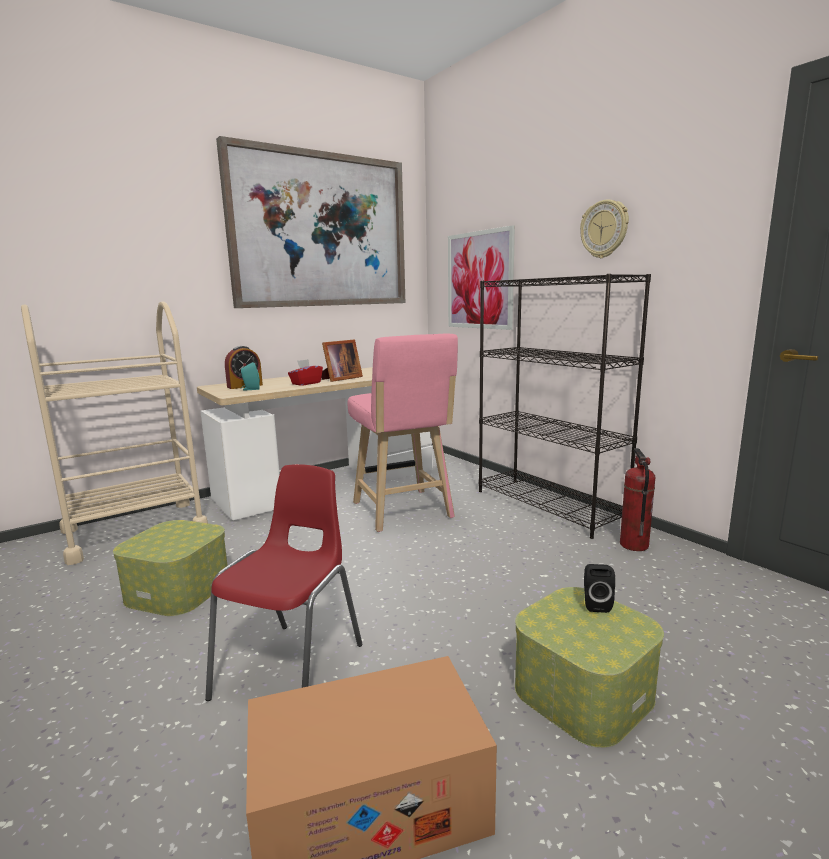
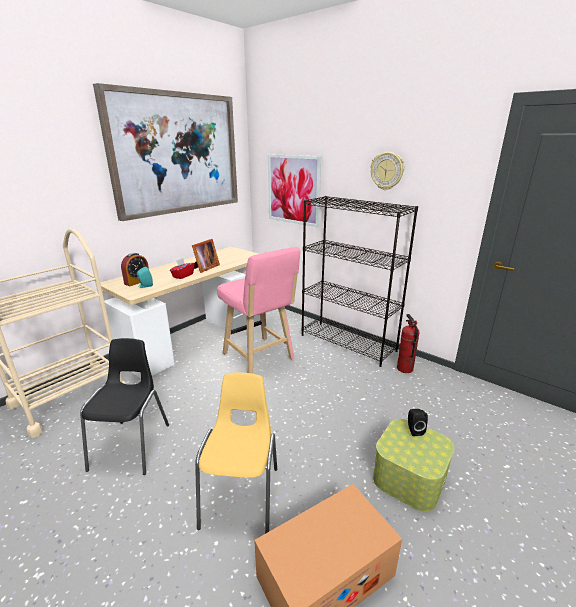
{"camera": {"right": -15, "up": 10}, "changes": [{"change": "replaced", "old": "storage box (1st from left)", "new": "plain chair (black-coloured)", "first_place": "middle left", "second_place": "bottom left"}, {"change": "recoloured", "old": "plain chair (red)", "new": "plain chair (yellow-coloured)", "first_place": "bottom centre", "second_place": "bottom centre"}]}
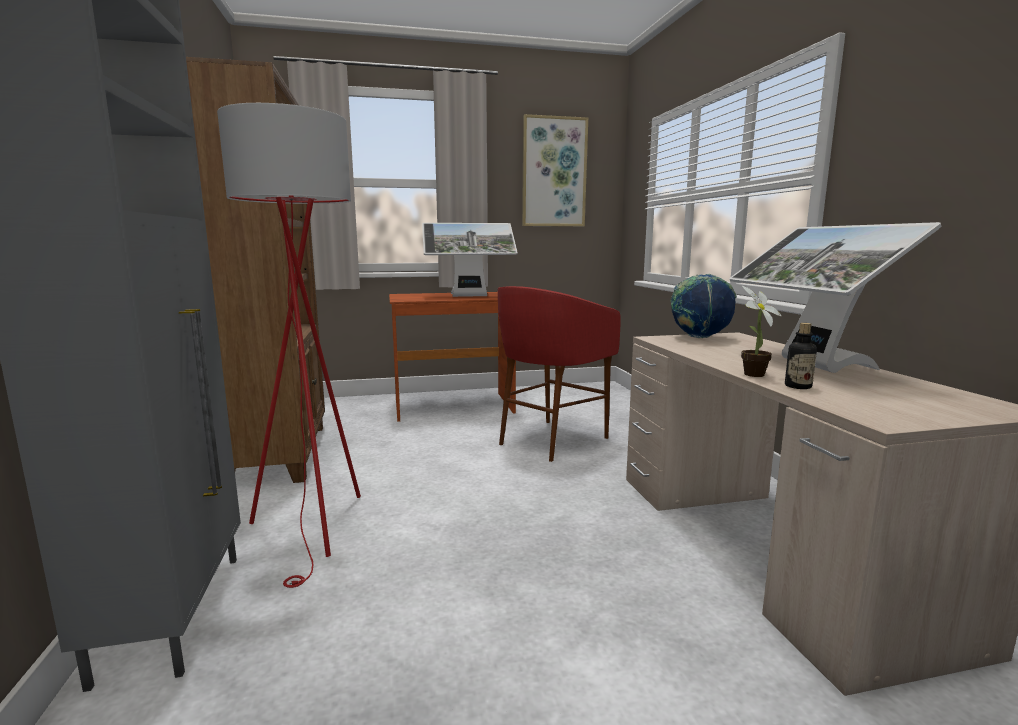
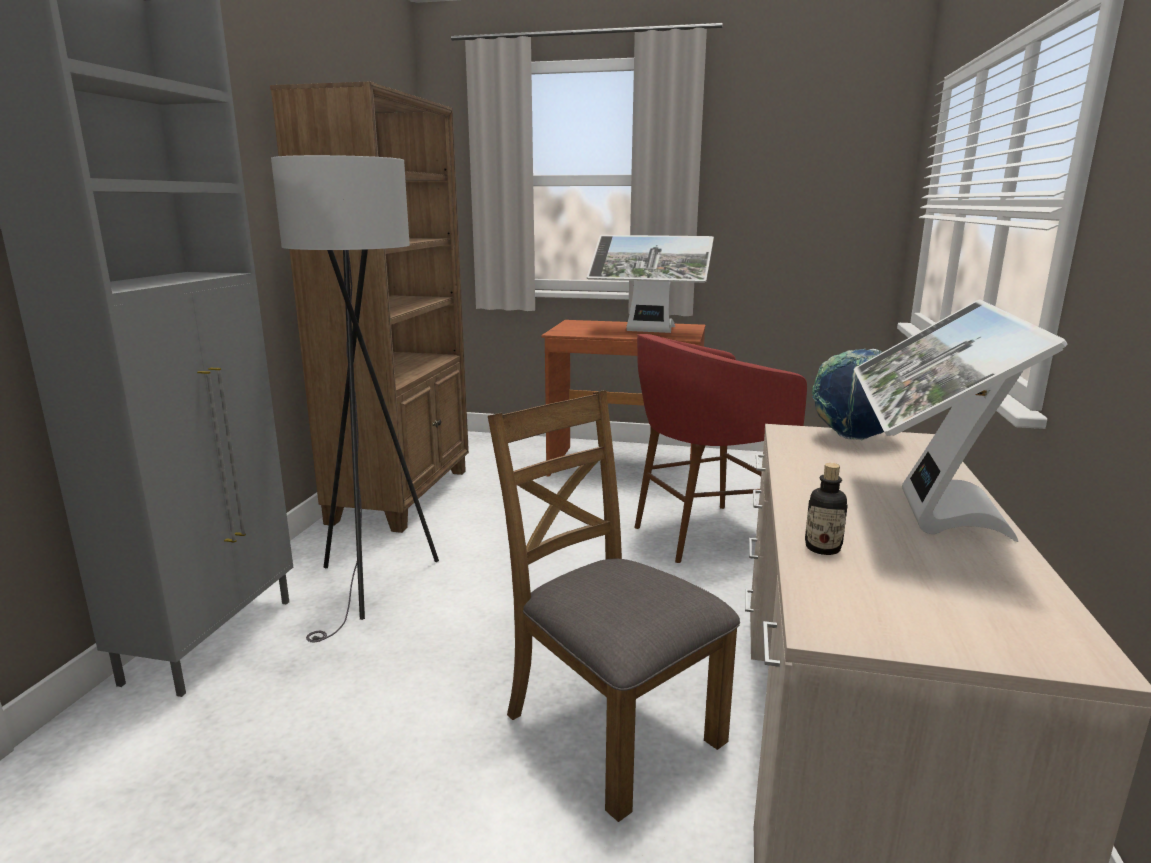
{"camera": {"right": 25, "up": 5}, "changes": [{"change": "recoloured", "old": "standing lamp (red)", "new": "standing lamp (greyish)", "first_place": "middle left", "second_place": "middle left"}, {"change": "added", "new": "plain chair (brown)", "second_place": "bottom centre"}, {"change": "removed", "old": "picture", "first_place": "top centre"}, {"change": "removed", "old": "plant in a pot", "first_place": "middle right"}]}
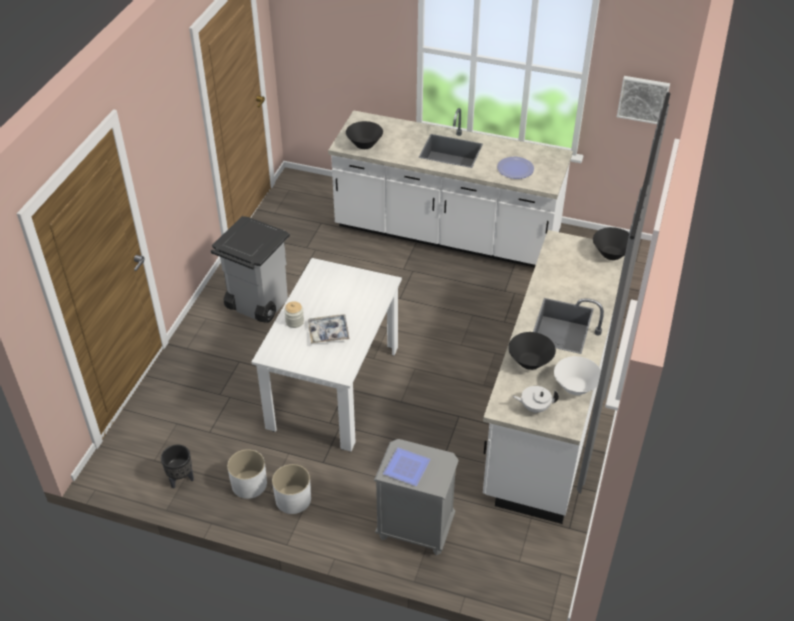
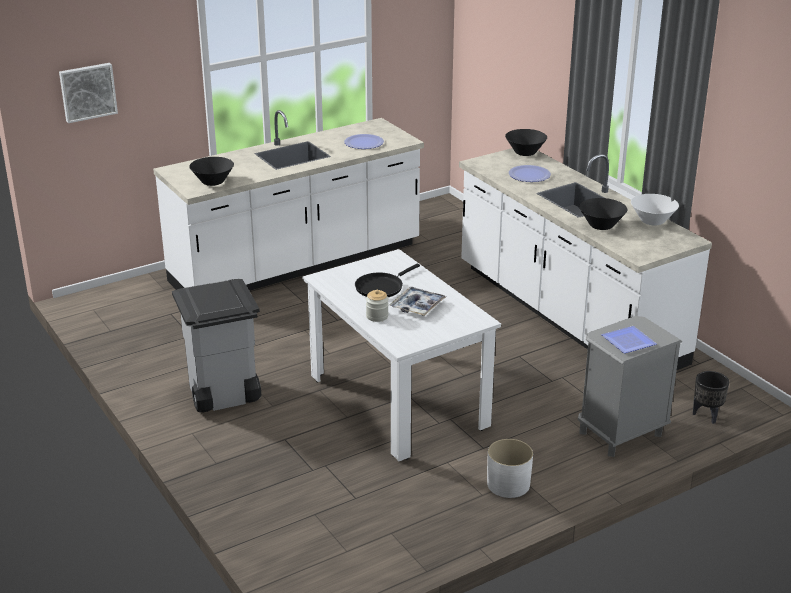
{"camera": {"right": -50, "up": -15}, "changes": [{"change": "moved", "old": "picture", "first_place": "top right", "second_place": "top left"}, {"change": "added", "new": "pan (black-coloured)", "second_place": "centre"}, {"change": "added", "new": "plate (2nd from left)", "second_place": "top right"}, {"change": "moved", "old": "flower pot (black-coloured)", "first_place": "bottom left", "second_place": "bottom right"}, {"change": "removed", "old": "flower pot (whitish) (1st from left)", "first_place": "bottom left"}, {"change": "removed", "old": "teapot (whitish)", "first_place": "middle right"}]}
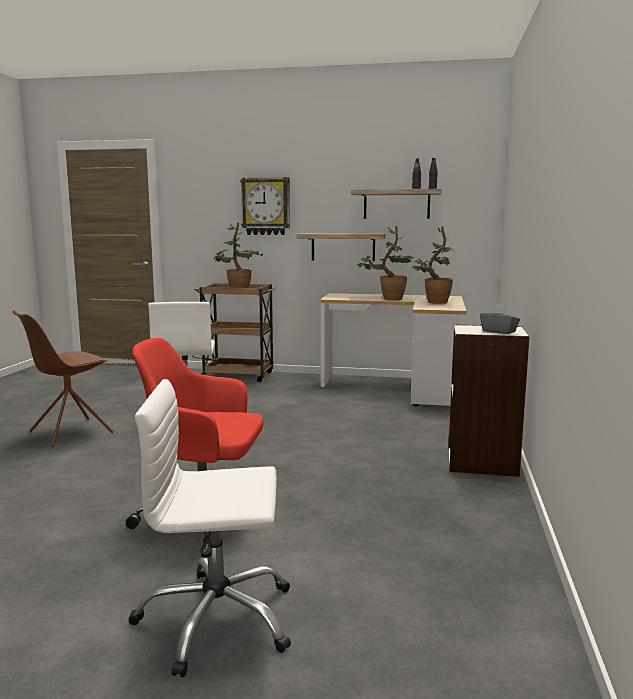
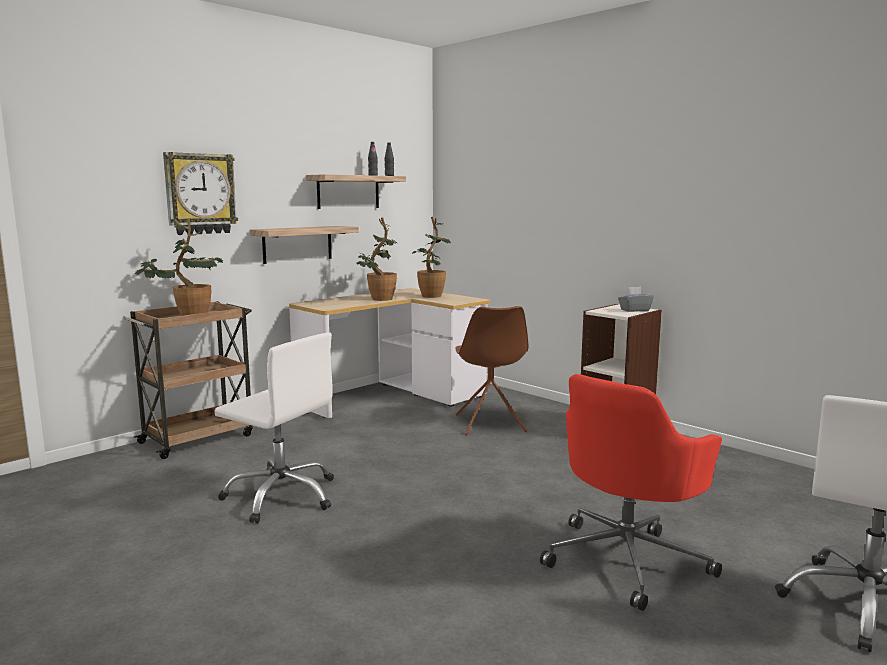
{"camera": {"right": -55, "up": 0}, "changes": [{"change": "moved", "old": "plain chair (brown)", "first_place": "middle left", "second_place": "centre"}]}
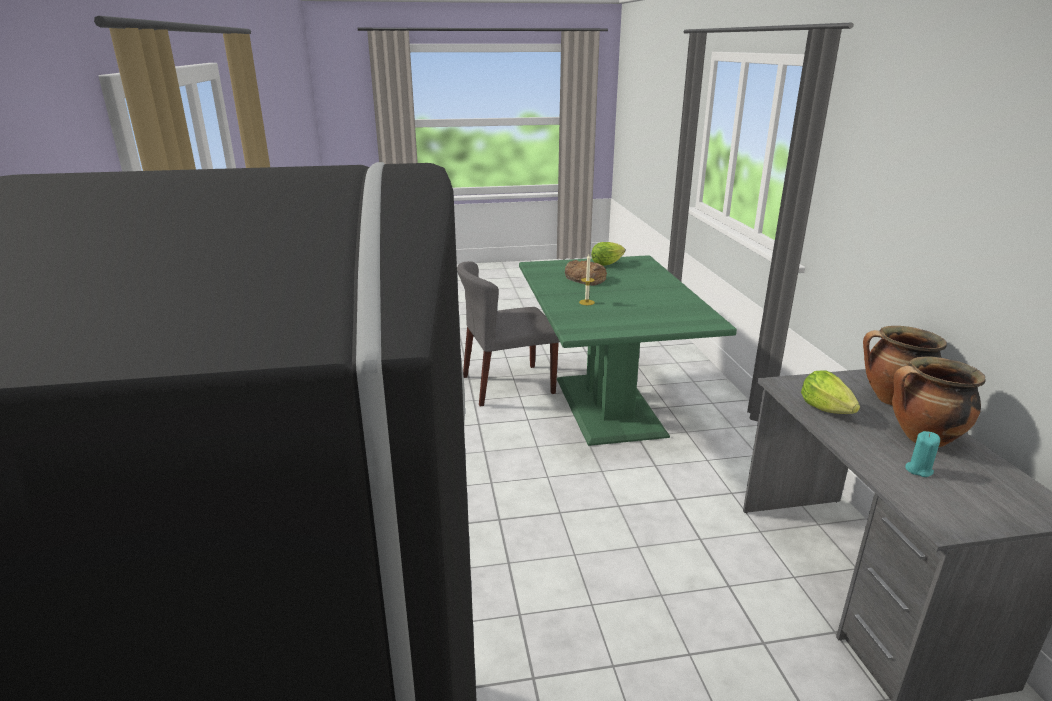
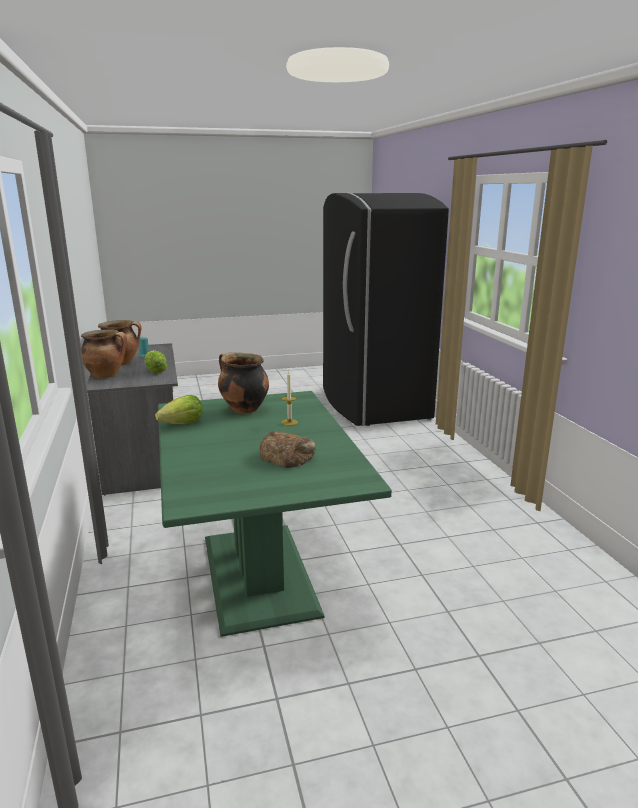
{"camera": {"right": 175, "up": -5}, "changes": [{"change": "moved", "old": "head of lettuce (1st from left in the first image)", "new": "head of lettuce (2nd from left)", "first_place": "centre", "second_place": "middle left"}, {"change": "added", "new": "cooking pot (3rd from left)", "second_place": "centre"}, {"change": "removed", "old": "plain chair (greyish)", "first_place": "centre"}]}
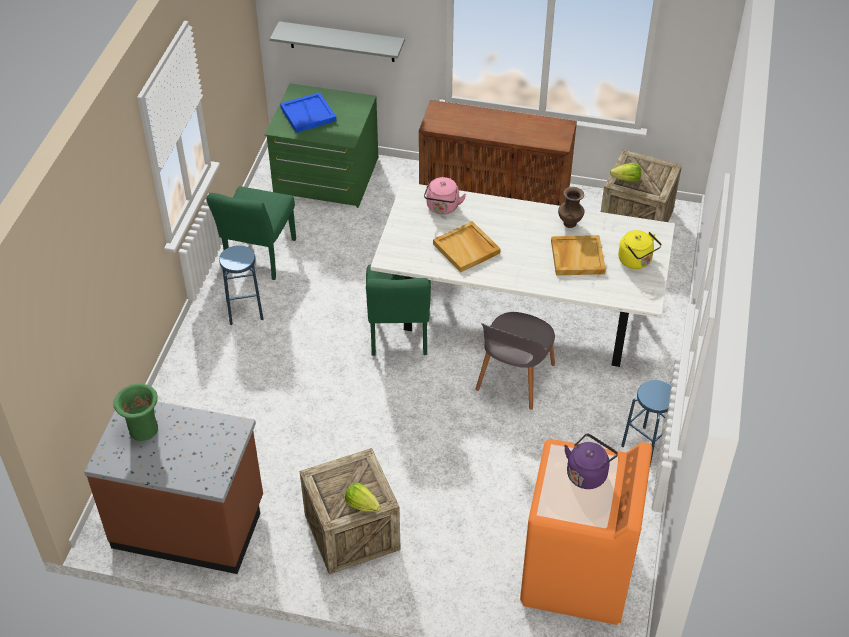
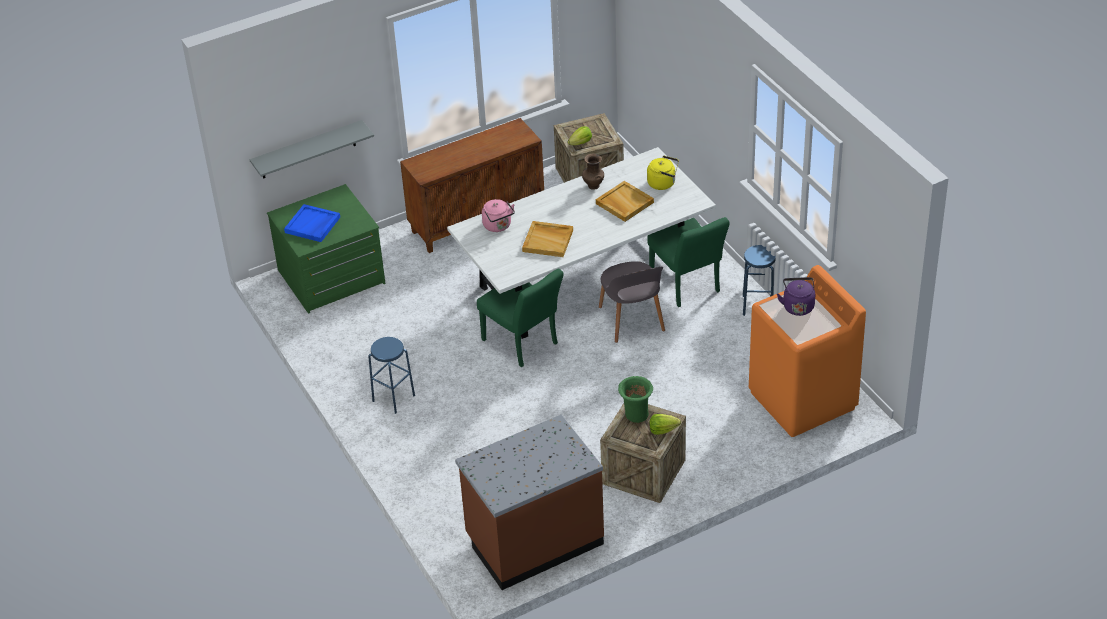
{"camera": {"right": -40, "up": -5}, "changes": [{"change": "moved", "old": "decorative vase (green-coloured)", "first_place": "middle left", "second_place": "centre"}, {"change": "moved", "old": "plain chair (green-coloured) (1st from left in the first image)", "new": "plain chair (green-coloured) (2nd from left)", "first_place": "middle left", "second_place": "centre"}]}
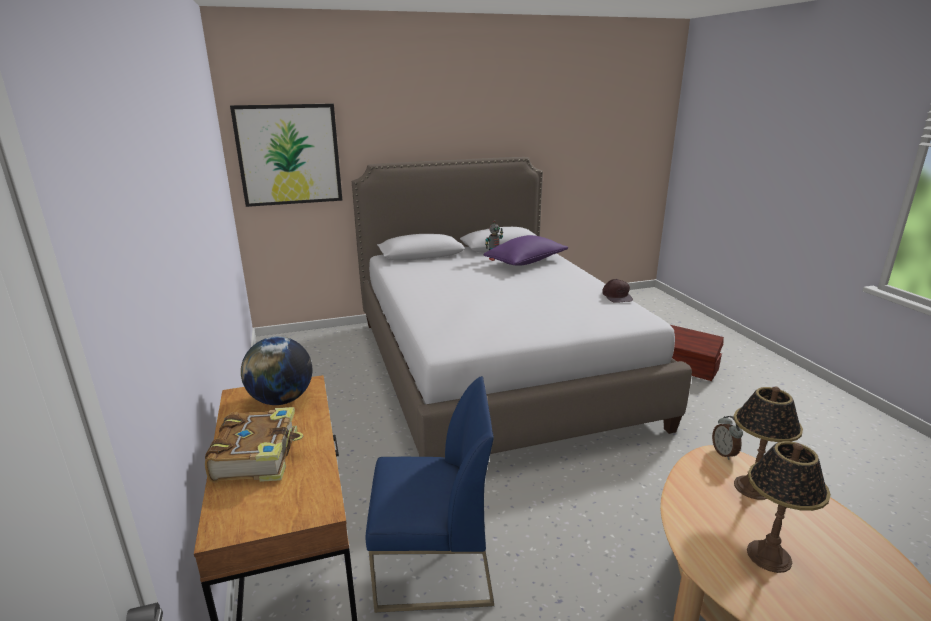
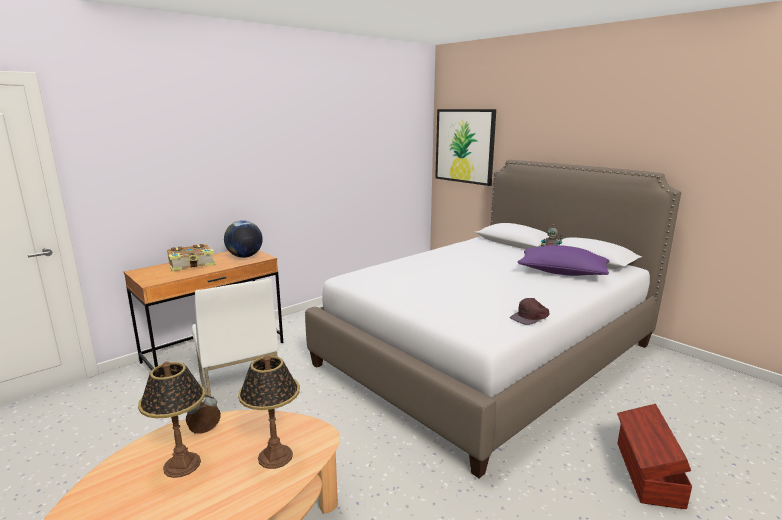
{"camera": {"right": 65, "up": -5}, "changes": [{"change": "moved", "old": "alarm clock", "first_place": "bottom right", "second_place": "bottom left"}, {"change": "recoloured", "old": "plain chair (bluish)", "new": "plain chair (whitish)", "first_place": "bottom centre", "second_place": "middle left"}]}
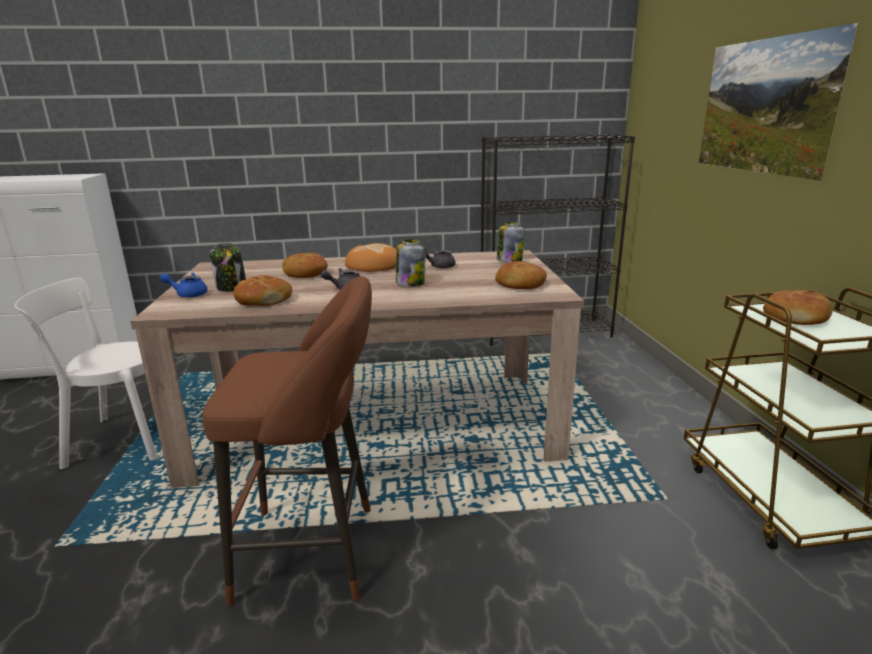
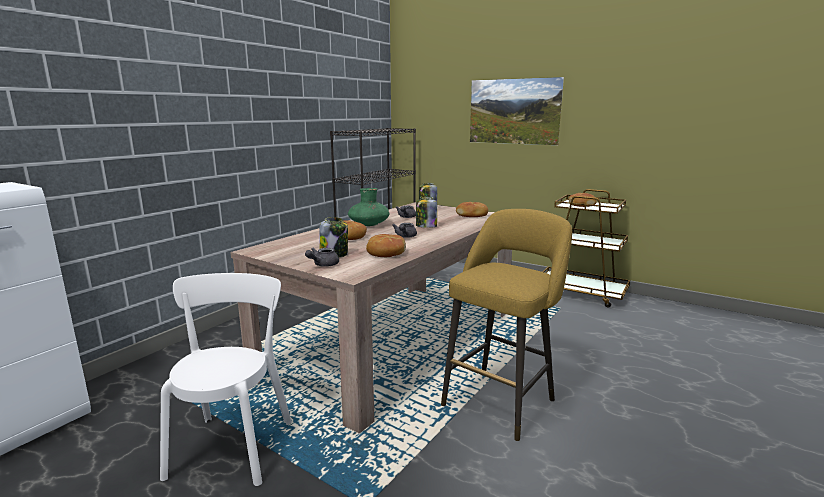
{"camera": {"right": -50, "up": -5}, "changes": [{"change": "turned", "old": "plain chair (whitish)", "first_place": "middle left", "second_place": "bottom left", "degrees": 150}, {"change": "recoloured", "old": "teapot (bluish)", "new": "teapot (greyish) (1st from left)", "first_place": "middle left", "second_place": "centre"}, {"change": "replaced", "old": "bakery bread (3rd from left)", "new": "decorative vase (green-coloured)", "first_place": "centre", "second_place": "centre"}, {"change": "recoloured", "old": "stool (brown)", "new": "stool (yellow-coloured)", "first_place": "bottom left", "second_place": "centre"}]}
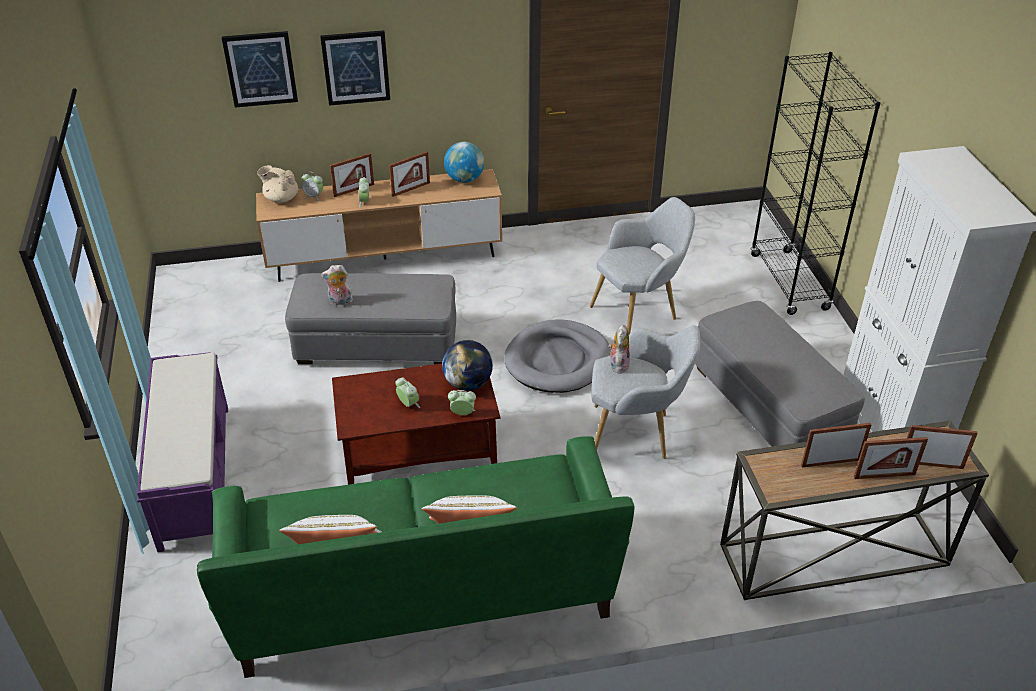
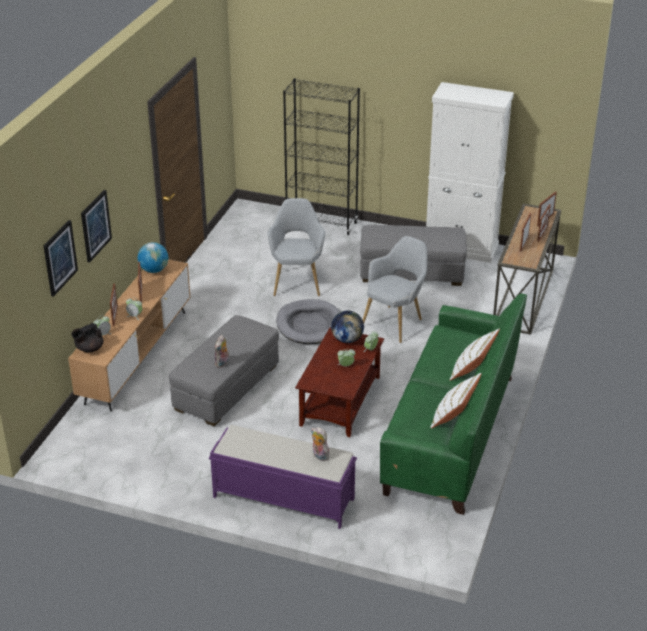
{"camera": {"right": -60, "up": -5}, "changes": [{"change": "recoloured", "old": "teapot (beige)", "new": "teapot (black-coloured)", "first_place": "top left", "second_place": "middle left"}, {"change": "moved", "old": "soft toy (2nd from left)", "first_place": "centre", "second_place": "bottom centre"}]}
